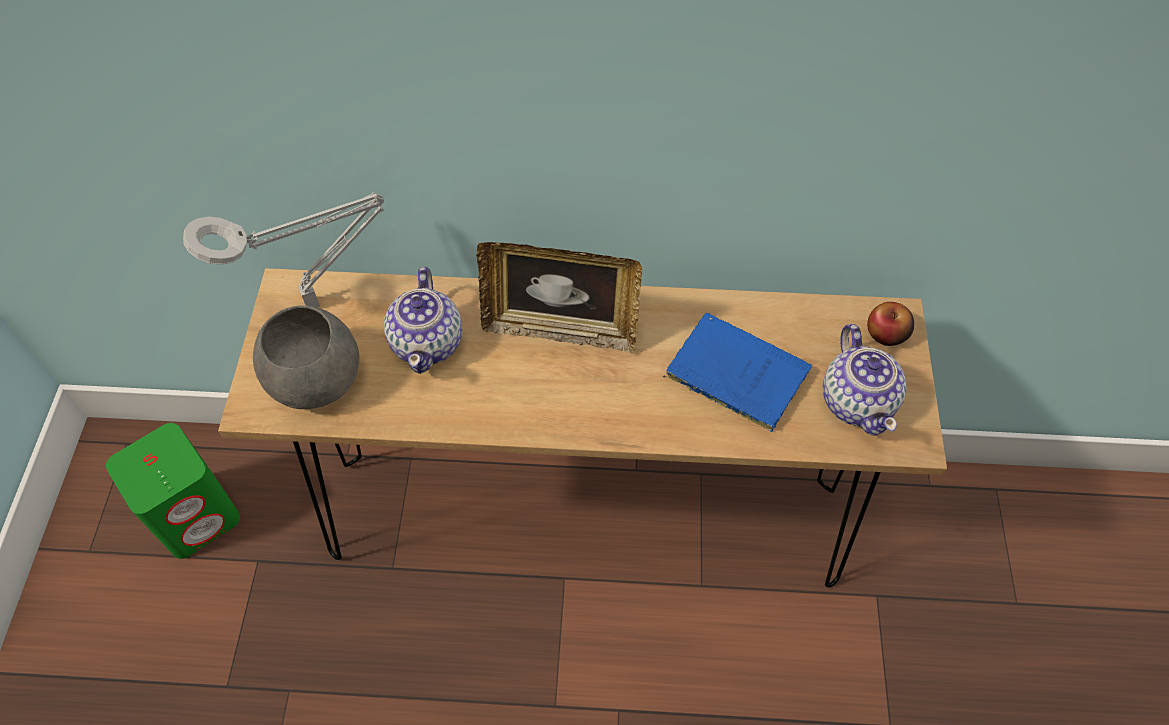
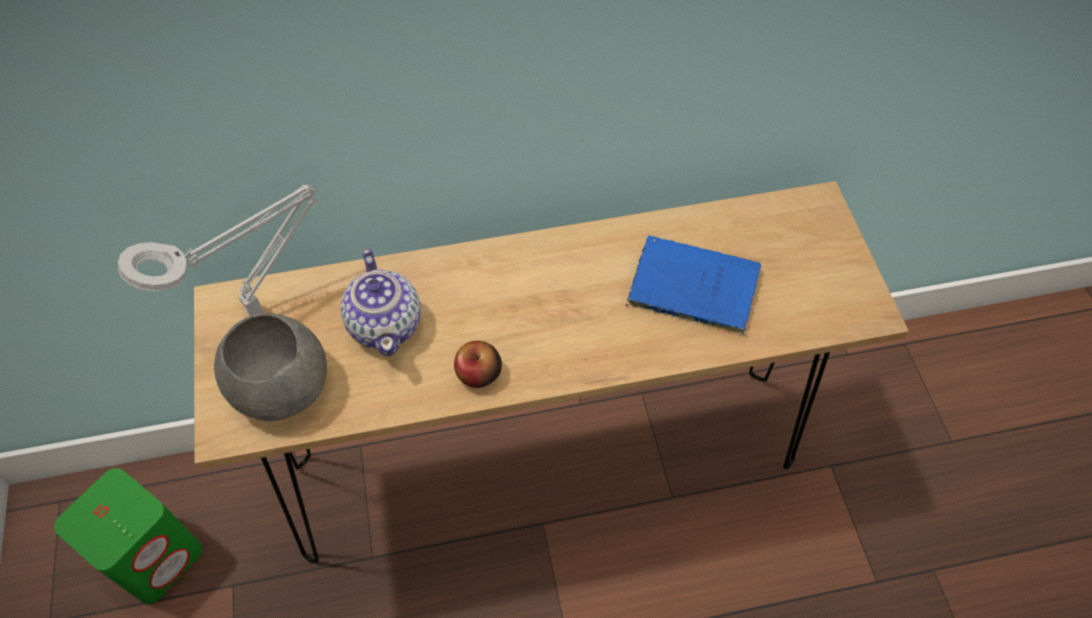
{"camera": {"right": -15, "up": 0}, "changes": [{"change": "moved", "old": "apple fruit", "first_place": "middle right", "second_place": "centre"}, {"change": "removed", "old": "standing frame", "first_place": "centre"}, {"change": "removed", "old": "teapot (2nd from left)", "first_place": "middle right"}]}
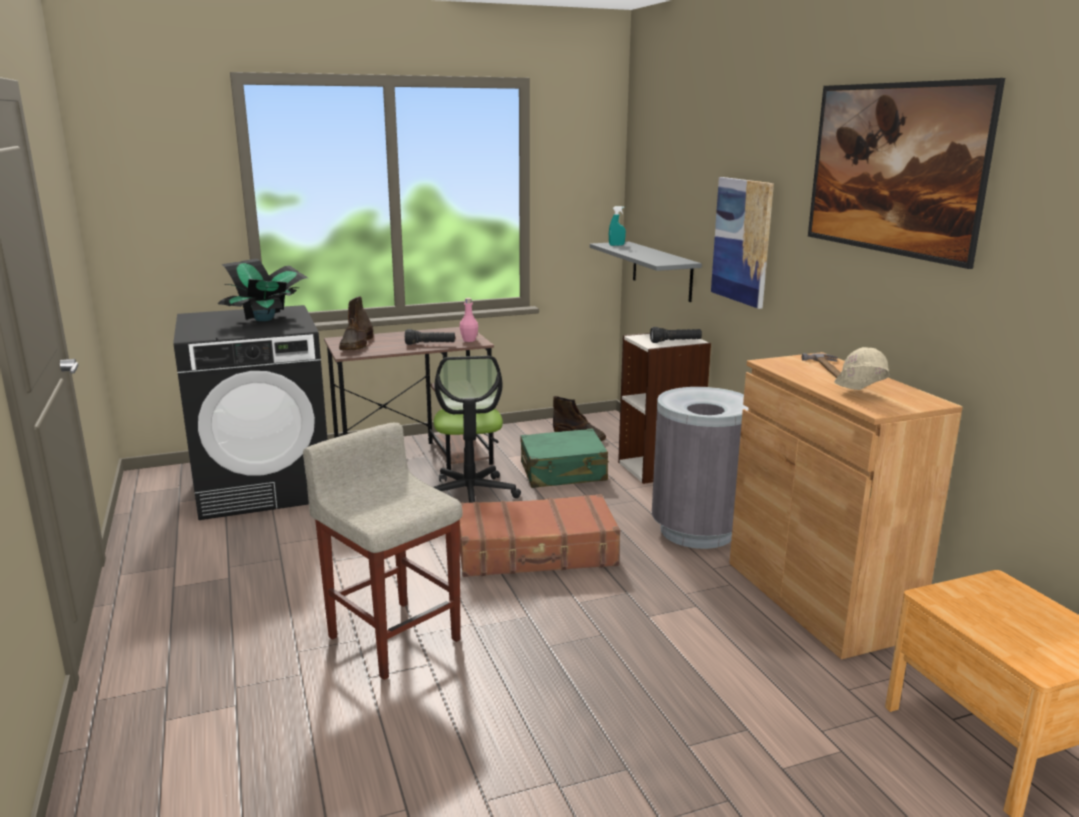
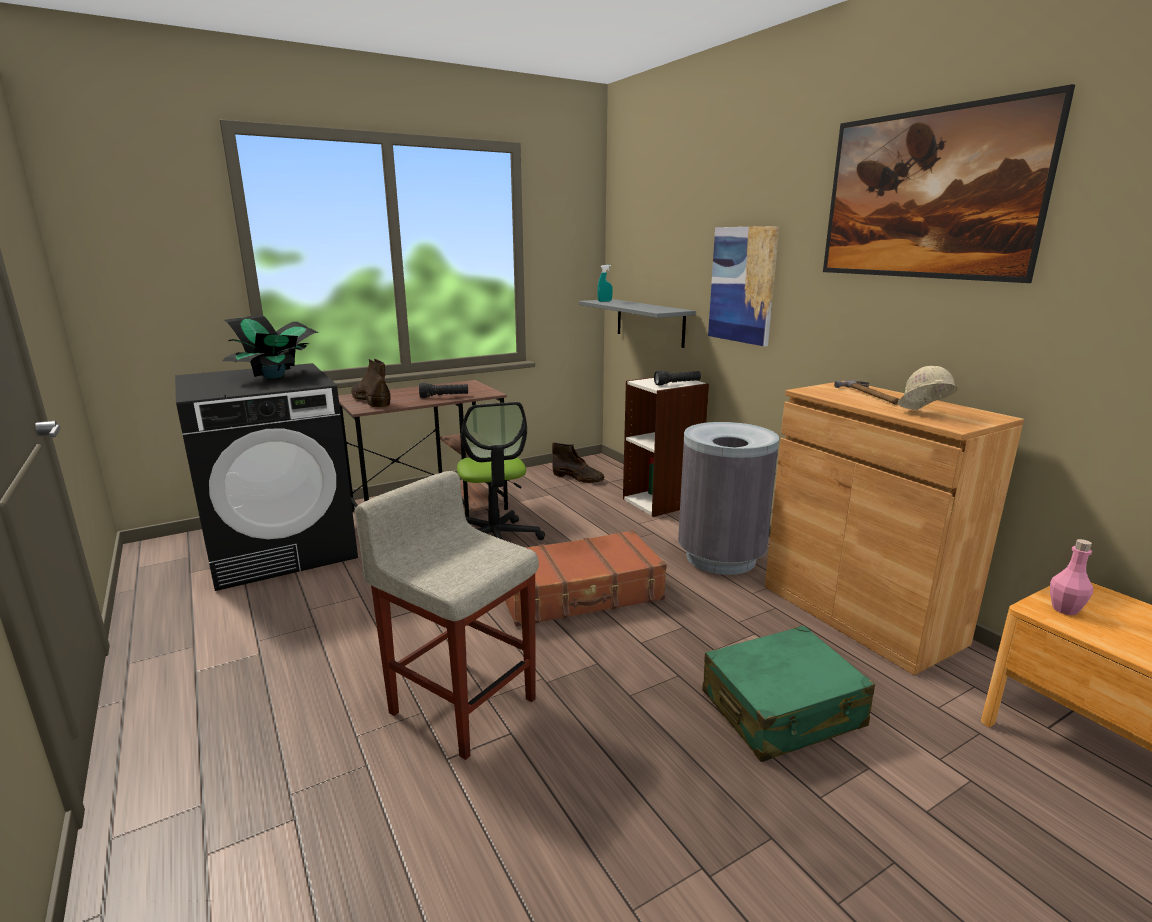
{"camera": {"right": -10, "up": 0}, "changes": [{"change": "turned", "old": "high-top boot (brown) (1st from left)", "first_place": "middle left", "second_place": "middle left", "degrees": 150}, {"change": "moved", "old": "piece of luggage (green-coloured)", "first_place": "centre", "second_place": "bottom right"}, {"change": "moved", "old": "drink bottle (pink)", "first_place": "centre", "second_place": "middle right"}]}
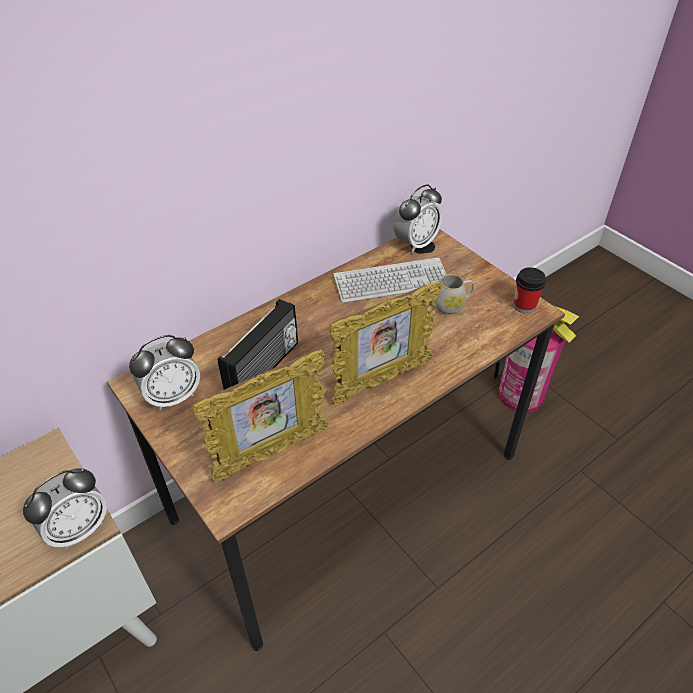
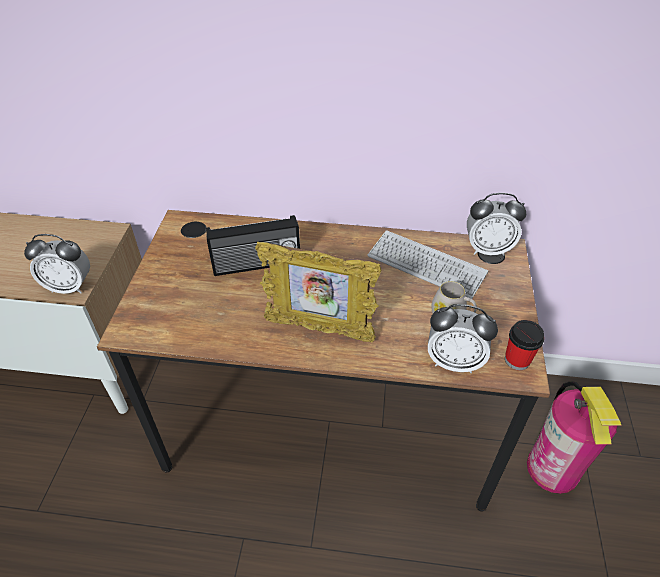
{"camera": {"right": 45, "up": 0}, "changes": [{"change": "moved", "old": "alarm clock (2nd from left)", "first_place": "middle left", "second_place": "middle right"}, {"change": "removed", "old": "standing frame (1st from left)", "first_place": "centre"}]}
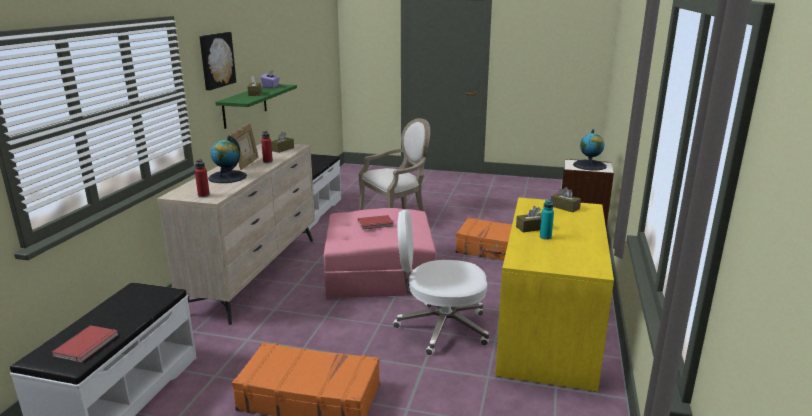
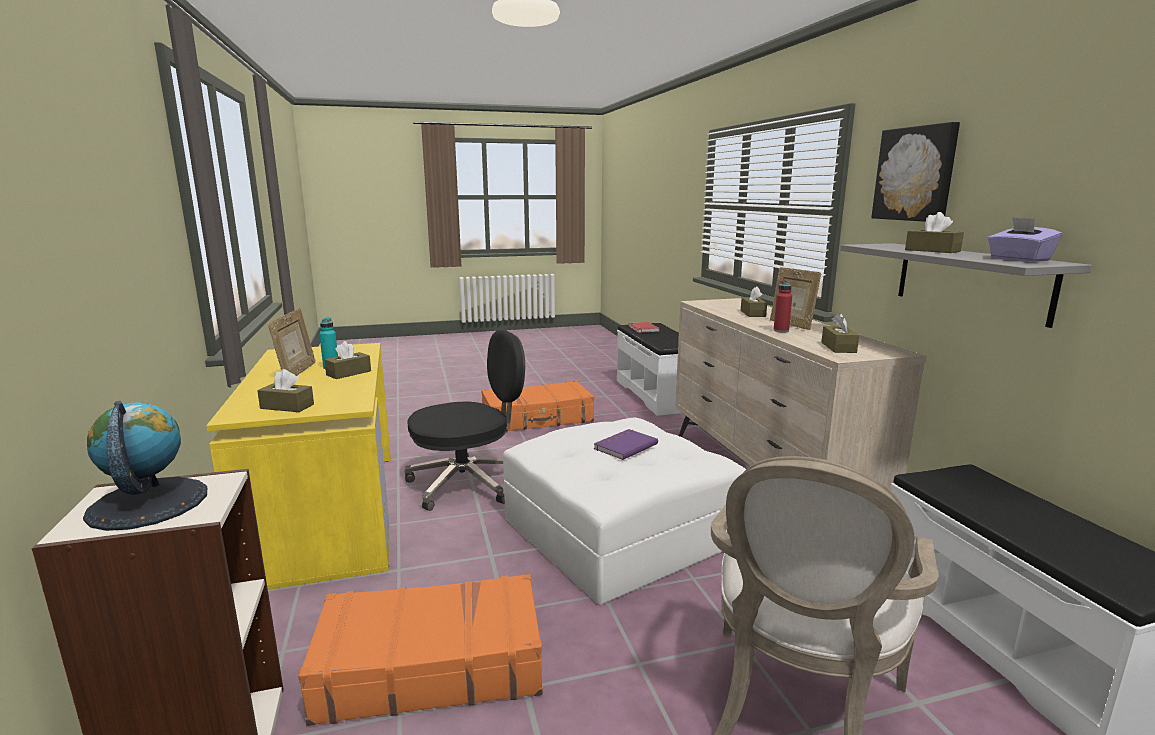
{"camera": {"right": 150, "up": -5}, "changes": [{"change": "added", "new": "standing frame (1st from left)", "second_place": "middle left"}, {"change": "recoloured", "old": "computer chair (whitish)", "new": "computer chair (black-coloured)", "first_place": "bottom centre", "second_place": "centre"}, {"change": "recoloured", "old": "pouffe (pink)", "new": "pouffe (whitish)", "first_place": "centre", "second_place": "bottom centre"}, {"change": "recoloured", "old": "bound book (red) (2nd from left)", "new": "bound book (purple)", "first_place": "centre", "second_place": "centre"}, {"change": "replaced", "old": "desk globe (1st from left)", "new": "tissue box (brown) (3rd from left)", "first_place": "middle left", "second_place": "centre"}, {"change": "recoloured", "old": "bracket shelf (green-coloured)", "new": "bracket shelf (greyish)", "first_place": "top left", "second_place": "middle right"}, {"change": "removed", "old": "drink bottle (red) (1st from left)", "first_place": "middle left"}]}
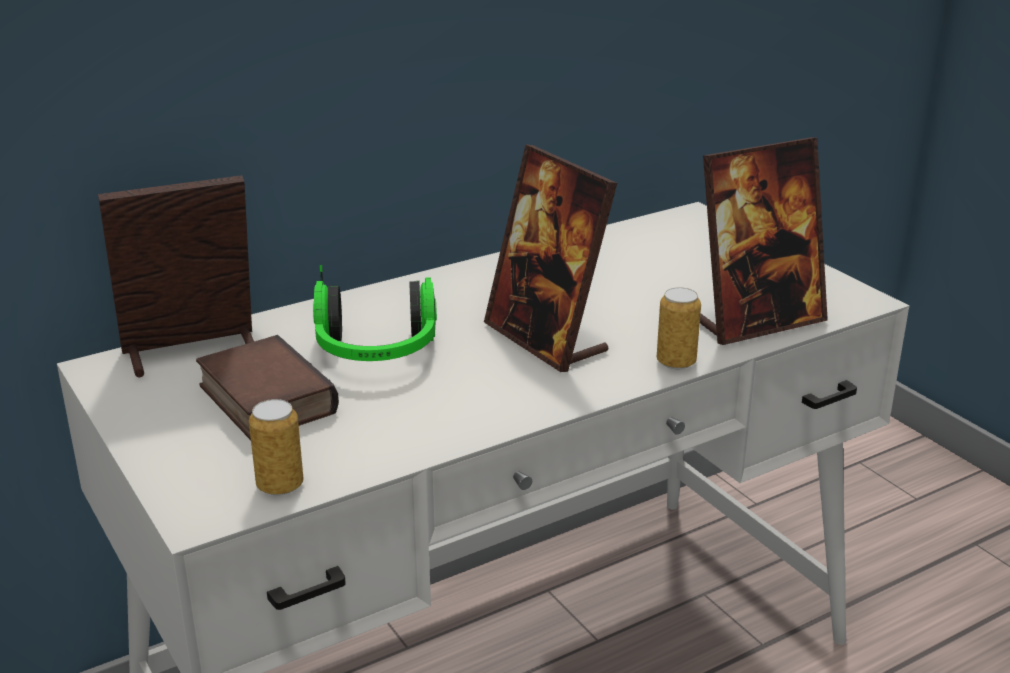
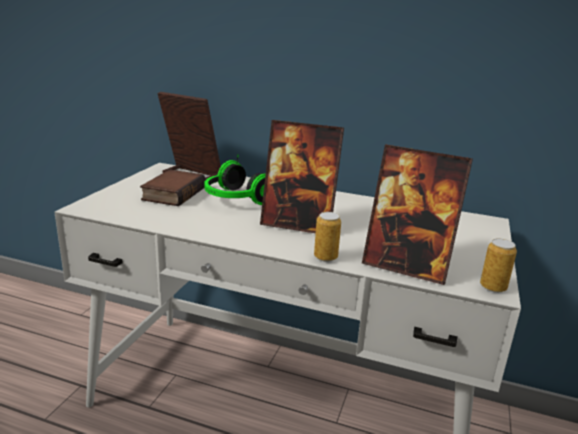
{"camera": {"right": 50, "up": -5}, "changes": [{"change": "turned", "old": "standing frame (2nd from left)", "first_place": "centre", "second_place": "centre", "degrees": -90}, {"change": "moved", "old": "can (1st from left in the first image)", "new": "can (2nd from left)", "first_place": "middle left", "second_place": "middle right"}]}
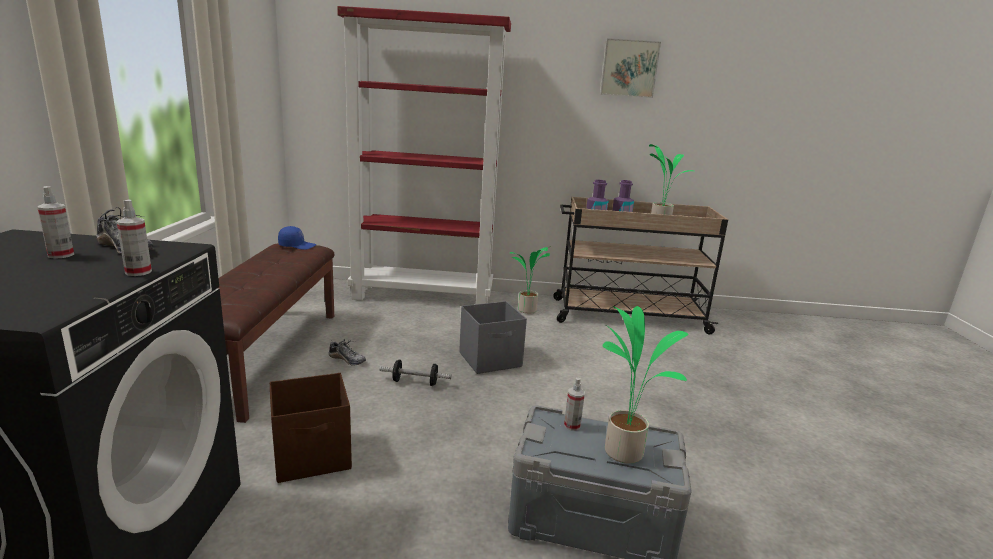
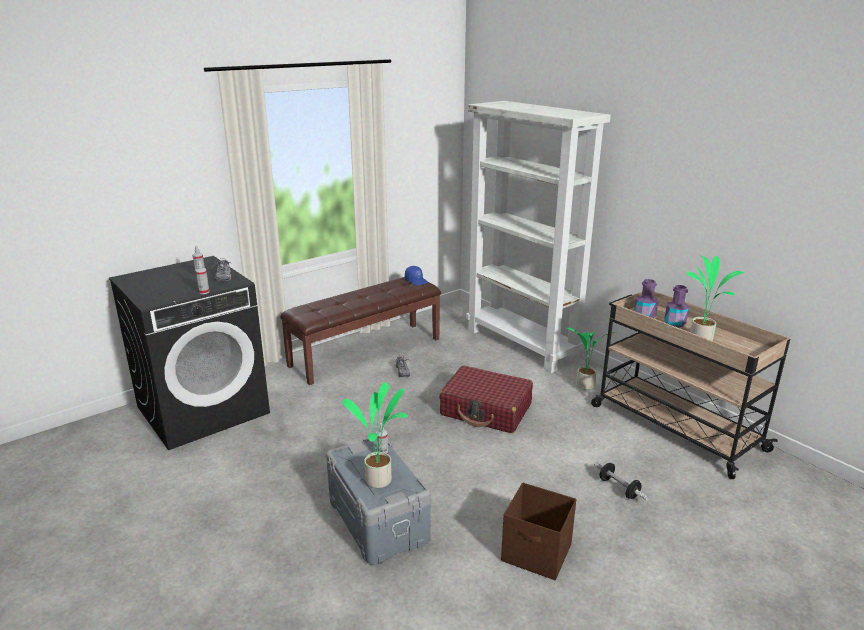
{"camera": {"right": 50, "up": 5}, "changes": [{"change": "replaced", "old": "storage box (greyish) (1st from left)", "new": "piece of luggage (red)", "first_place": "centre", "second_place": "centre"}, {"change": "recoloured", "old": "bookshelf (red)", "new": "bookshelf (whitish)", "first_place": "top centre", "second_place": "centre"}, {"change": "moved", "old": "storage box (brown)", "first_place": "bottom left", "second_place": "bottom centre"}, {"change": "moved", "old": "dumbbell", "first_place": "bottom centre", "second_place": "bottom right"}, {"change": "removed", "old": "picture", "first_place": "top centre"}]}
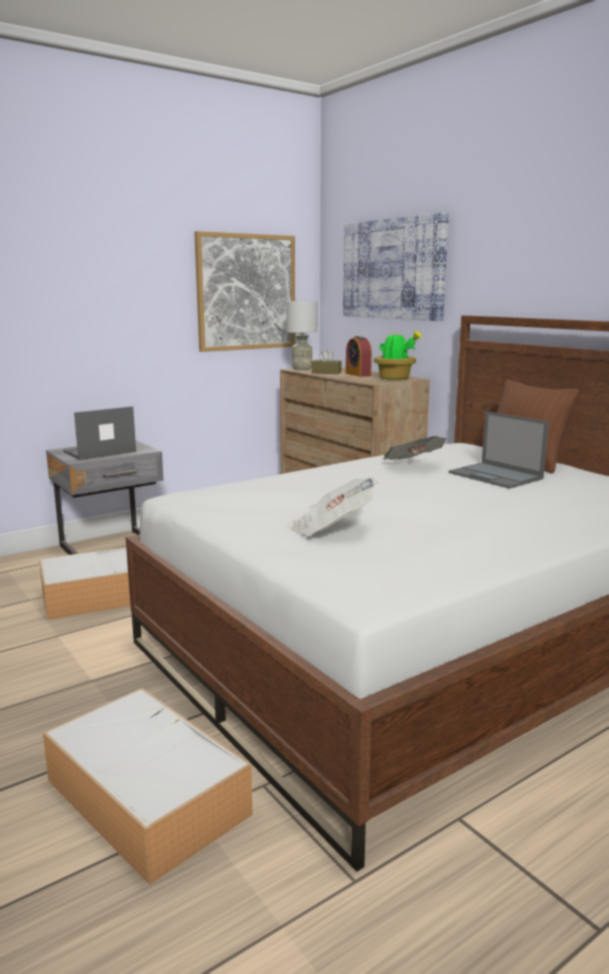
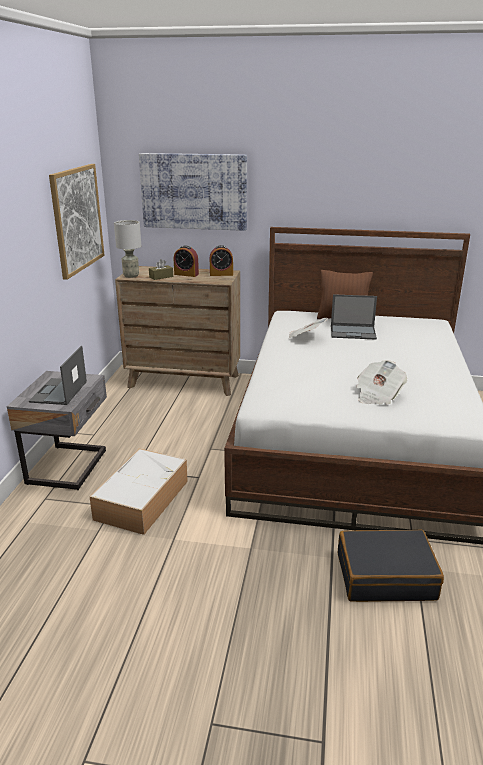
{"camera": {"right": -45, "up": 10}, "changes": [{"change": "replaced", "old": "plant in a pot", "new": "alarm clock (2nd from left)", "first_place": "centre", "second_place": "centre"}, {"change": "replaced", "old": "storage box (2nd from left)", "new": "piece of luggage (black-coloured)", "first_place": "bottom left", "second_place": "bottom right"}]}
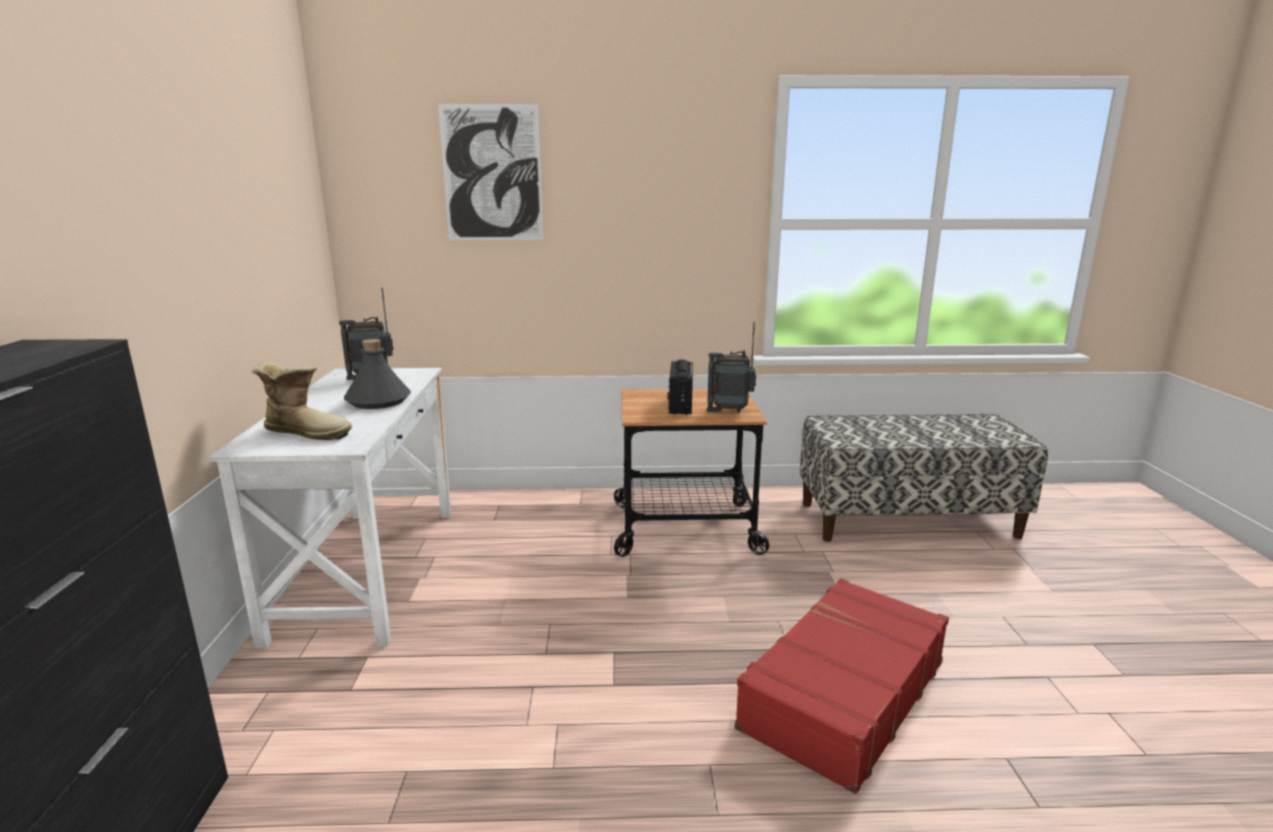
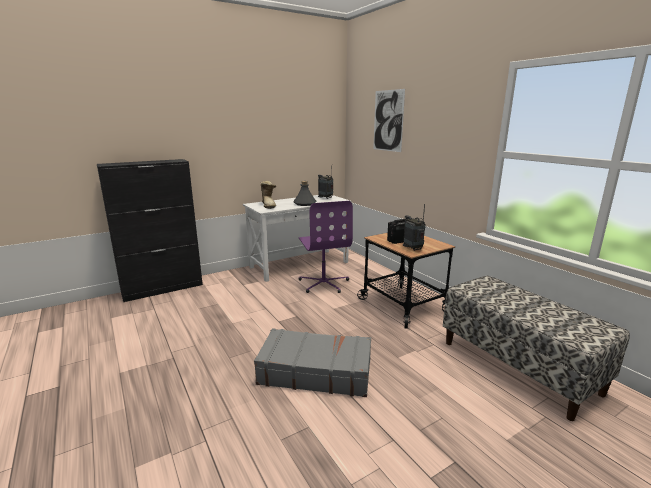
{"camera": {"right": 60, "up": 0}, "changes": [{"change": "recoloured", "old": "piece of luggage (red)", "new": "piece of luggage (greyish)", "first_place": "bottom centre", "second_place": "bottom centre"}, {"change": "added", "new": "computer chair (purple)", "second_place": "centre"}]}
